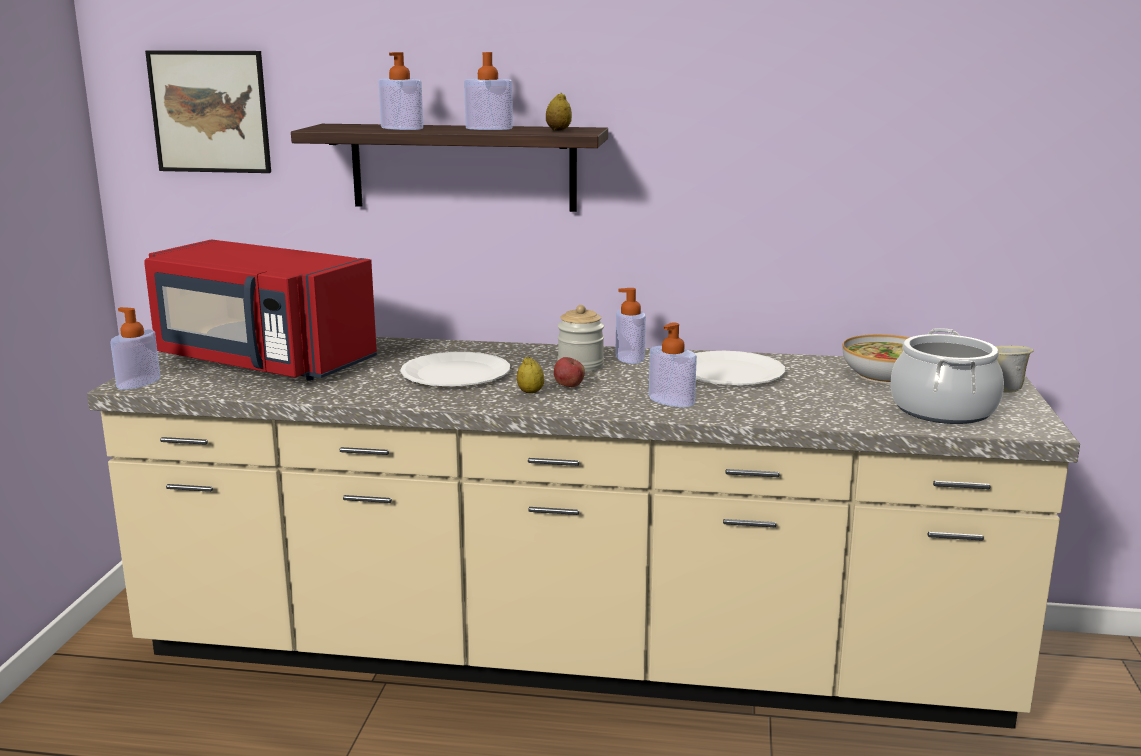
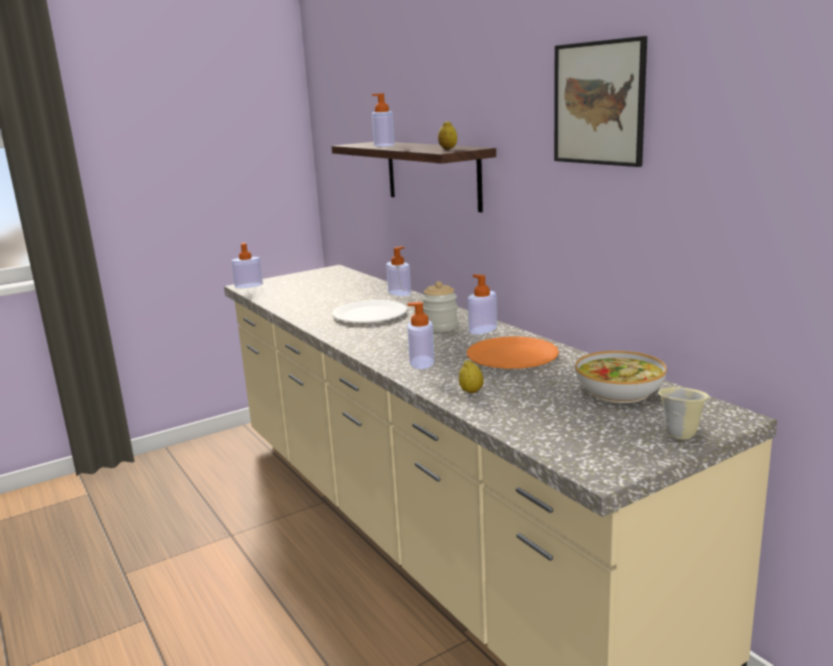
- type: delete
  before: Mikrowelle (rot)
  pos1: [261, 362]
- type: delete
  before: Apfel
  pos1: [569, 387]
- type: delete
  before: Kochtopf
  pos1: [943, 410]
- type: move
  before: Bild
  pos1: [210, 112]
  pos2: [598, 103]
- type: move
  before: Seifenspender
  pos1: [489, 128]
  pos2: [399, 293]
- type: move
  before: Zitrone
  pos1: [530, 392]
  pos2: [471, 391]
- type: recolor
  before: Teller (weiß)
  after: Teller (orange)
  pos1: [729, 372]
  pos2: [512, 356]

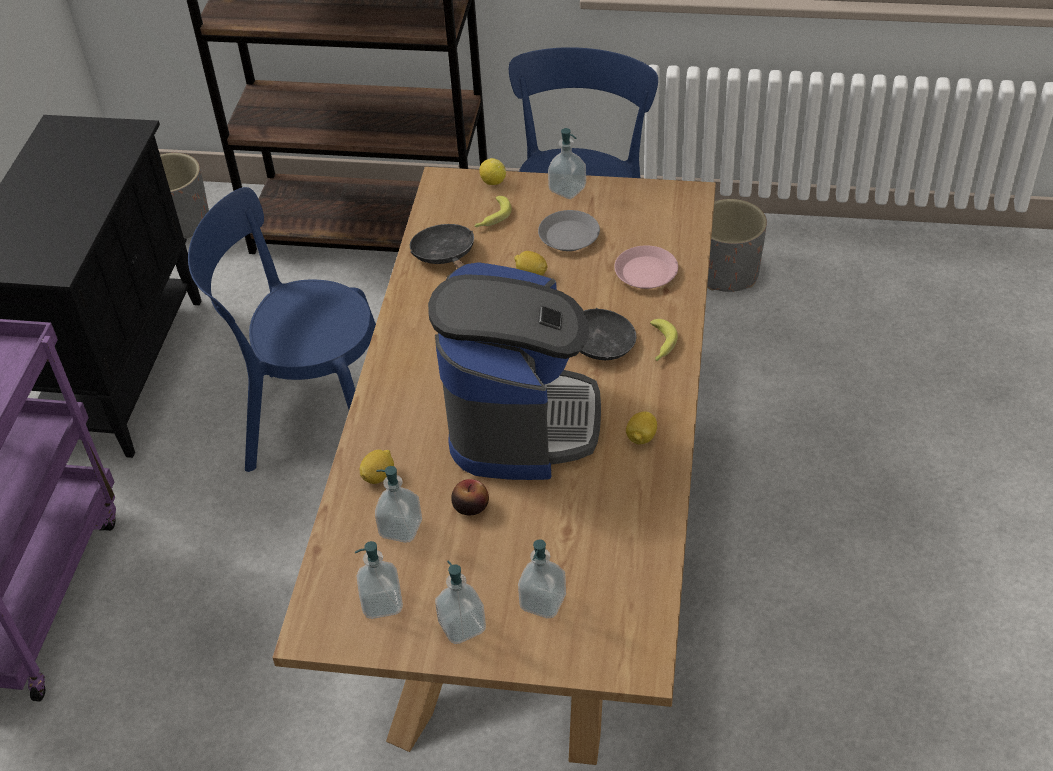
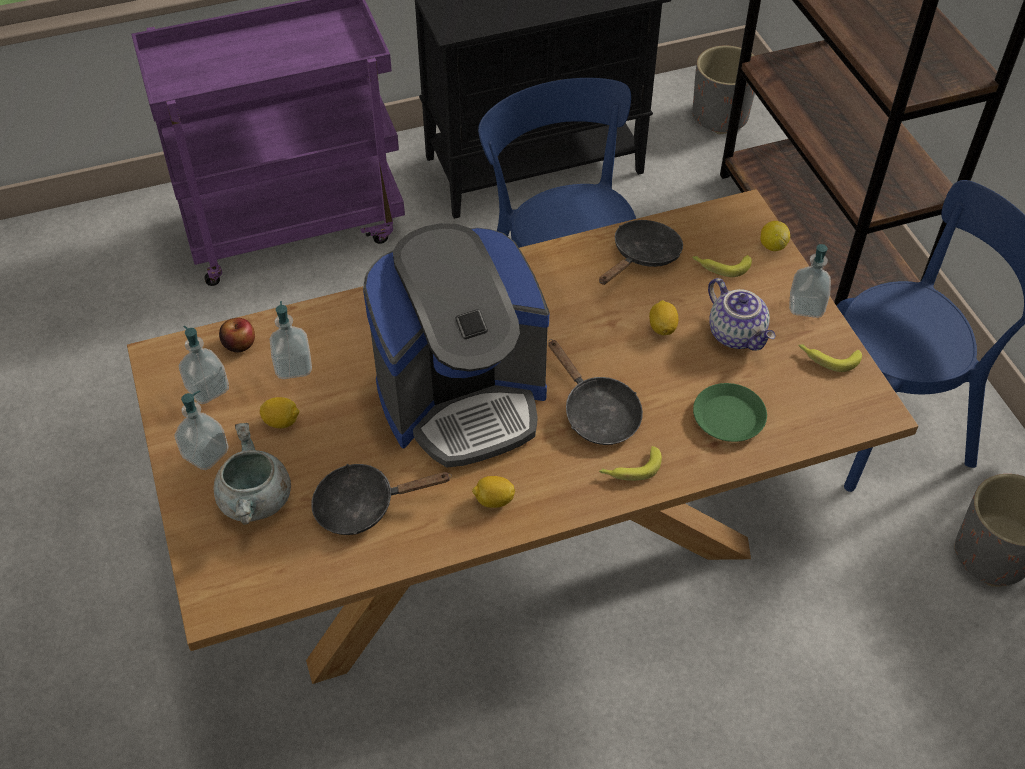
- type: insert
  after: Pfanne (schwarz)
  pos2: [363, 505]
- type: insert
  after: Banane
  pos2: [827, 358]
- type: move
  before: Zitrone
  pos1: [378, 476]
  pos2: [281, 421]
- type: move
  before: Apfel
  pos1: [471, 506]
  pos2: [239, 343]
- type: replace
  before: Seifenspender
  after: Kochtopf (grau)
  pos1: [543, 602]
  pos2: [256, 501]
- type: replace
  before: Teller (grau)
  after: Teekanne
  pos1: [568, 236]
  pos2: [737, 334]
- type: recolor
  before: Teller (rosa)
  after: Teller (grün)
  pos1: [646, 272]
  pos2: [729, 418]

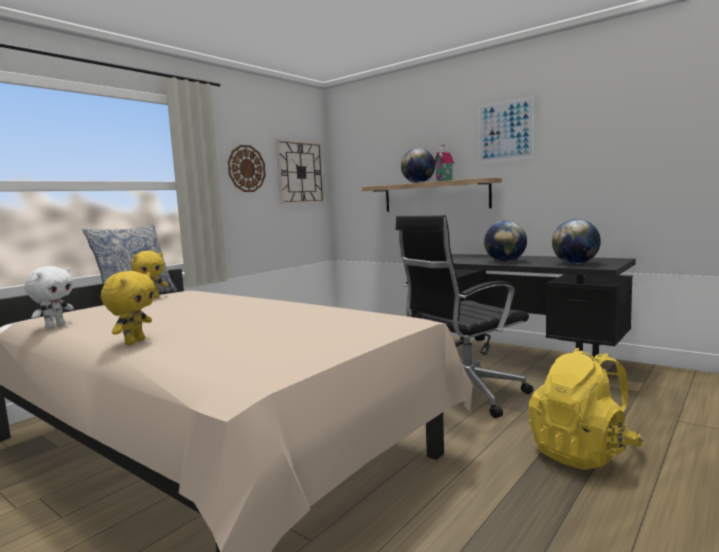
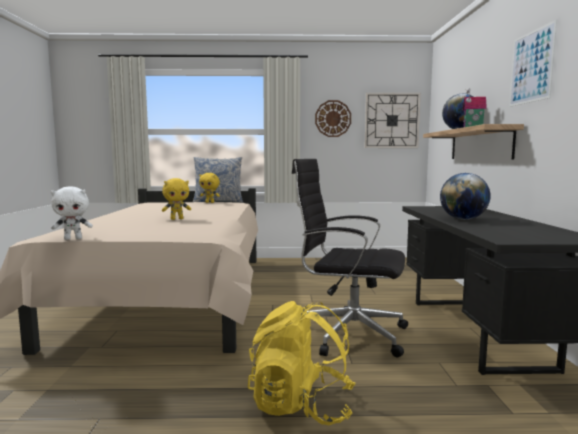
- type: delete
  before: Globus
  pos1: [575, 263]
- type: move
  before: Plüschtier (weiß)
  pos1: [55, 326]
  pos2: [73, 239]
- type: move
  before: Plüschtier (gelb)
  pos1: [134, 342]
  pos2: [177, 219]

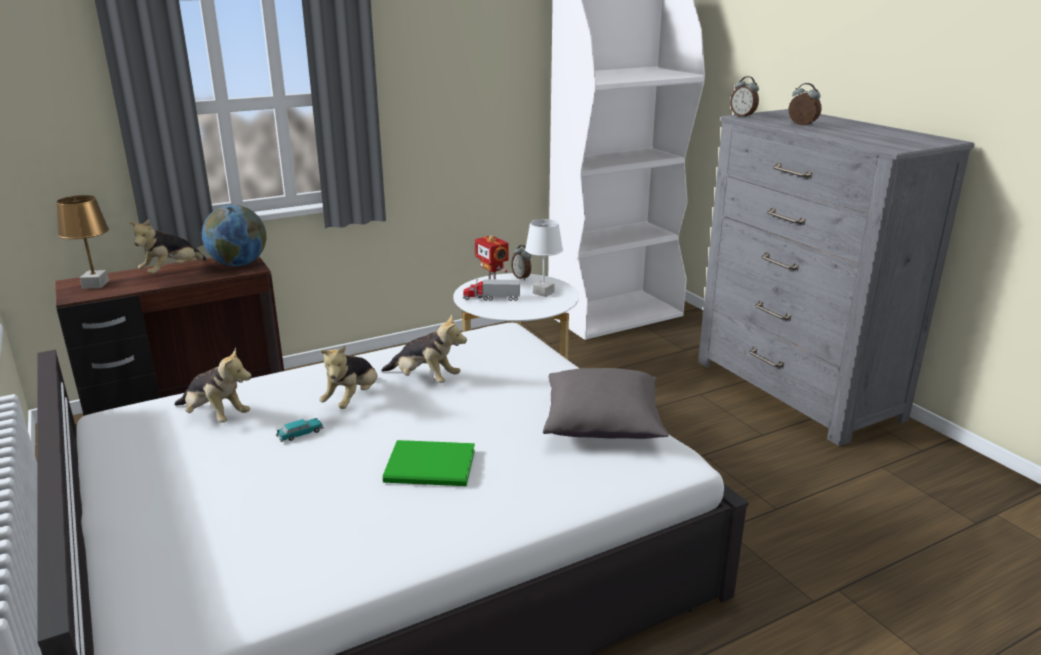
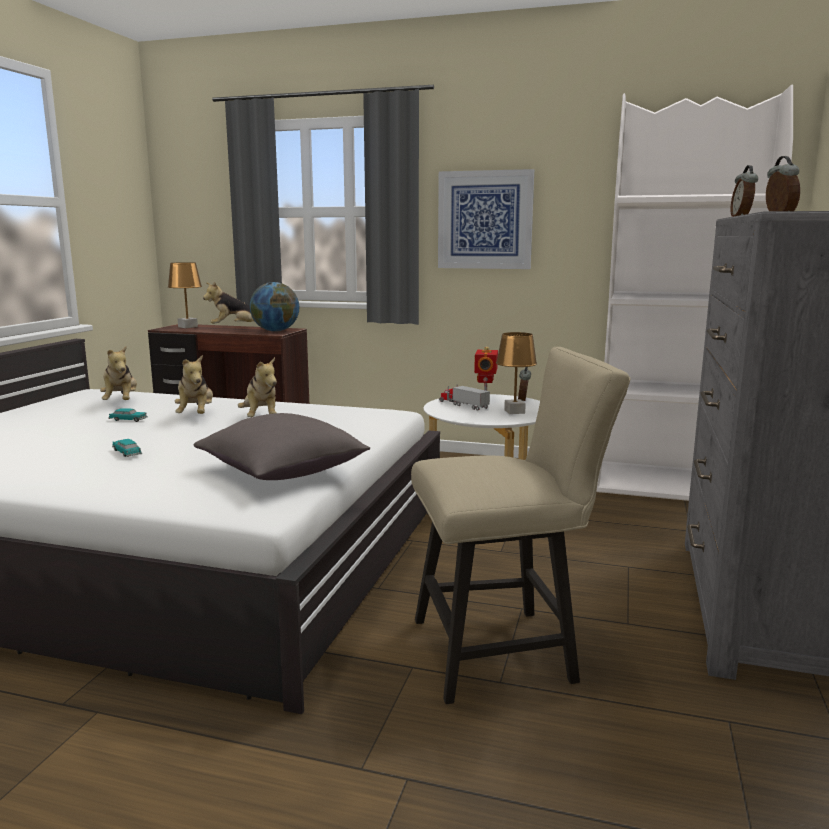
- type: insert
  after: Stuhl (beige)
  pos2: [505, 650]
- type: insert
  after: Bild
  pos2: [485, 220]
- type: replace
  before: Buch (grün)
  after: Spielzeugauto
  pos1: [432, 467]
  pos2: [127, 452]
- type: recolor
  before: Tischlampe (weiß)
  after: Tischlampe (braun)
  pos1: [543, 293]
  pos2: [514, 411]
- type: rotate
  before: Plüschtier
  pos1: [352, 399]
  pos2: [196, 415]
  turn: -75

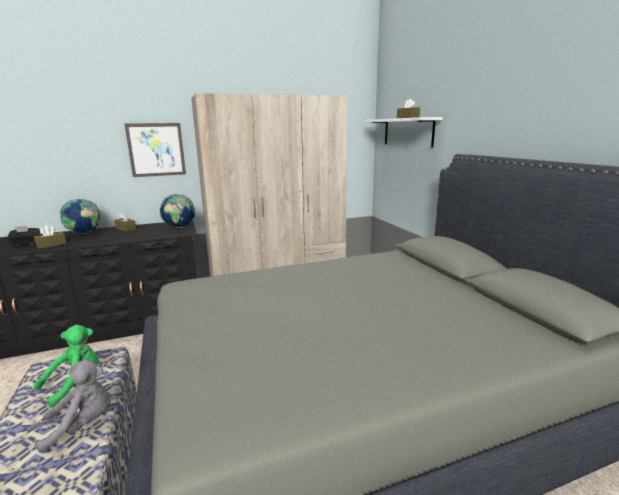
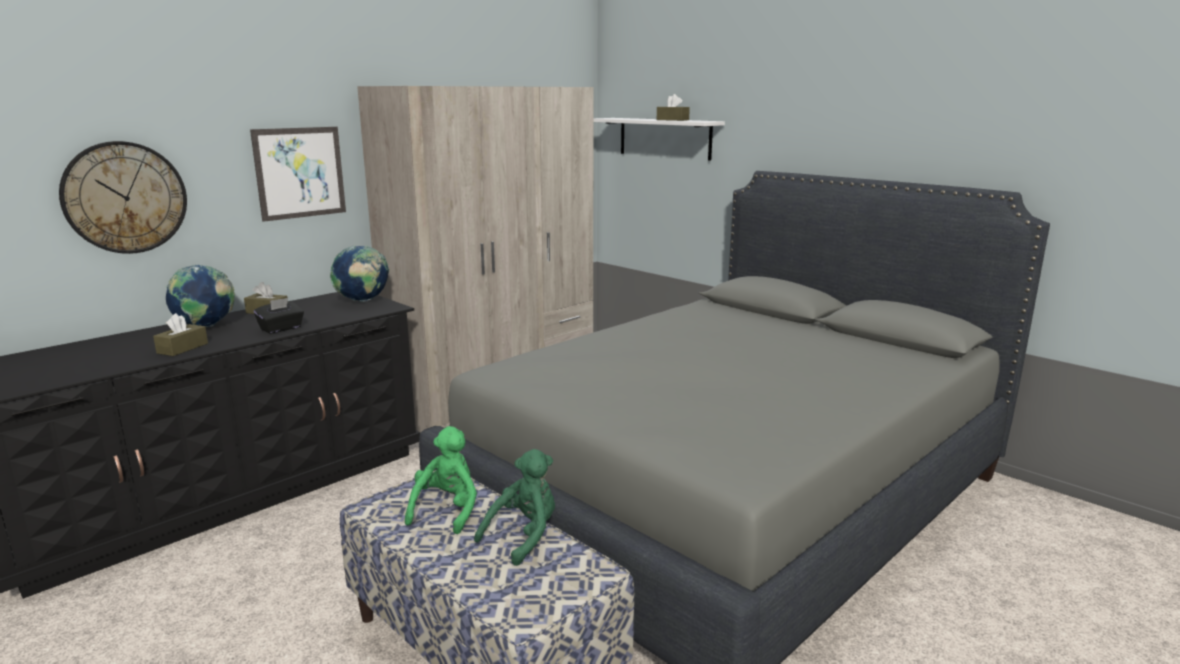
- type: insert
  after: Wanduhr
  pos2: [125, 197]
- type: move
  before: Taschentuchbox (schwarz)
  pos1: [26, 244]
  pos2: [281, 328]
- type: recolor
  before: Plüschtier (grau)
  after: Plüschtier (grün)
  pos1: [83, 425]
  pos2: [524, 536]

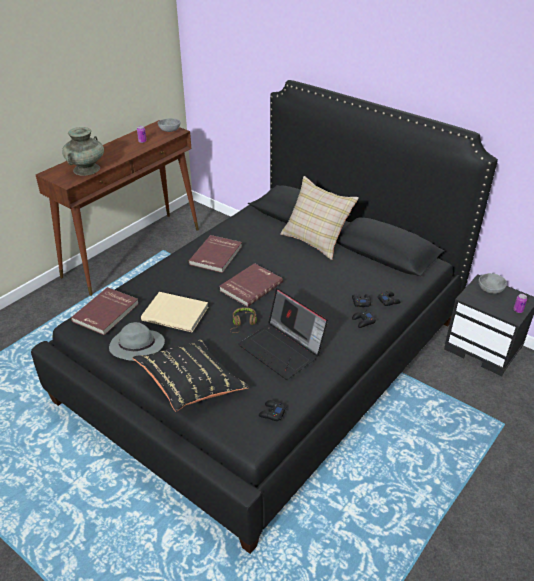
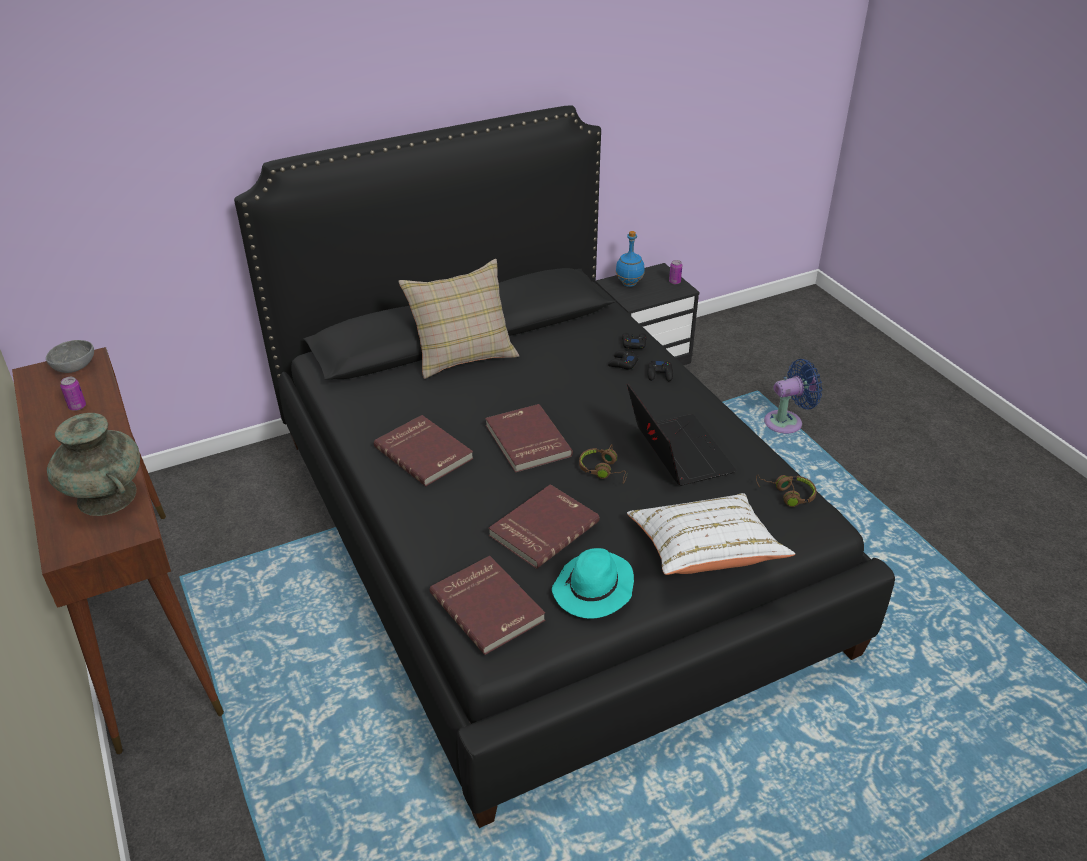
- type: insert
  after: Ventilator (blau)
  pos2: [787, 422]
- type: replace
  before: Gamepad (schwarz)
  after: Kopfhörer (braun)
  pos1: [272, 413]
  pos2: [786, 494]
- type: replace
  before: Schüssel (grau)
  after: Flasche (blau)
  pos1: [490, 290]
  pos2: [629, 284]
- type: recolor
  before: Hut (grau)
  after: Hut (türkis)
  pos1: [136, 347]
  pos2: [593, 590]
- type: recolor
  before: Kissen (schwarz)
  after: Kissen (weiß)
  pos1: [191, 385]
  pos2: [704, 552]
- type: recolor
  before: Buch (beige)
  after: Buch (rot)
  pos1: [175, 313]
  pos2: [542, 528]
- type: rotate
  before: Laptop
  pos1: [283, 349]
  pos2: [676, 452]
  turn: -90

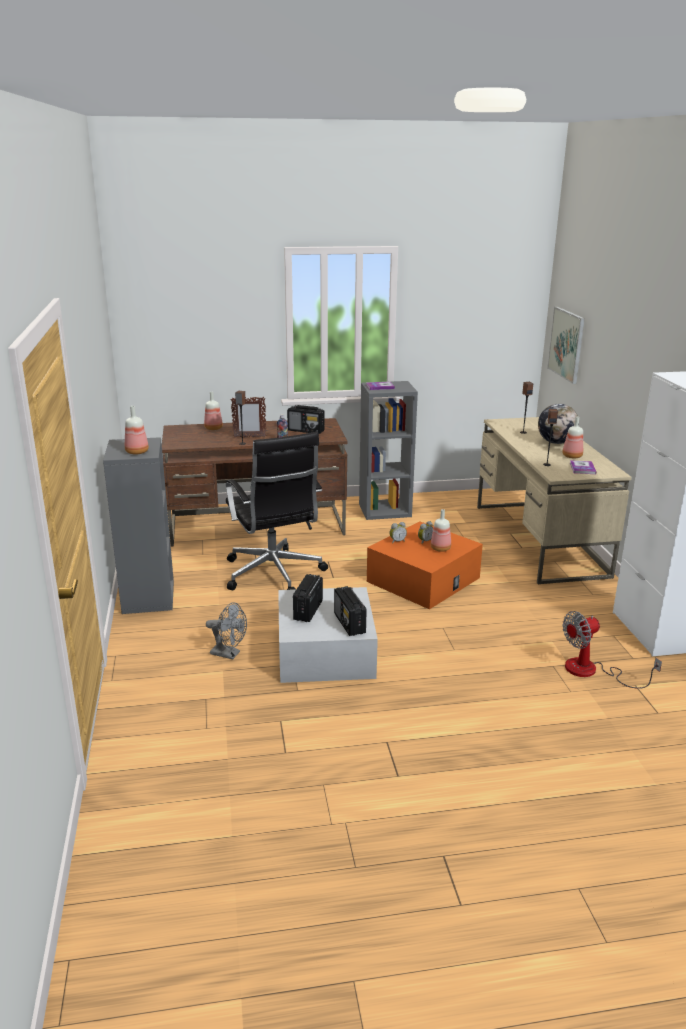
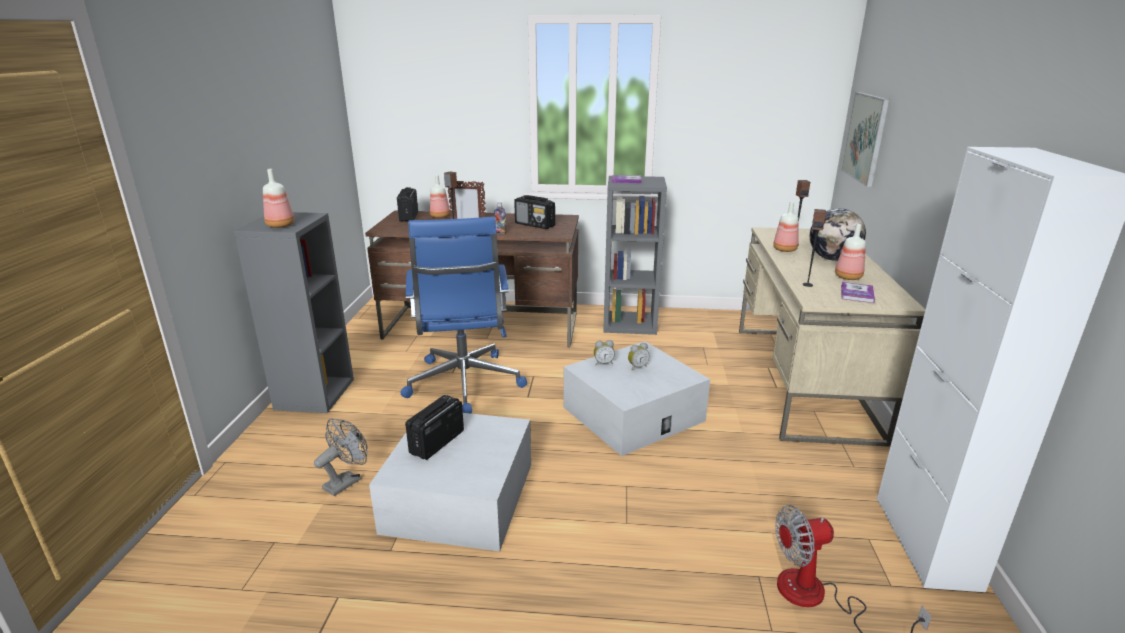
- type: move
  before: Radio
  pos1: [349, 624]
  pos2: [408, 217]
- type: move
  before: Flasche
  pos1: [440, 548]
  pos2: [785, 249]
- type: recolor
  before: Bürostuhl (schwarz)
  after: Bürostuhl (blau)
  pos1: [274, 574]
  pos2: [464, 384]
- type: recolor
  before: Aufbewahrungsbox (orange)
  after: Aufbewahrungsbox (weiß)
  pos1: [423, 579]
  pos2: [633, 414]
- type: rotate
  before: Ventilator (grau)
  pos1: [229, 654]
  pos2: [346, 481]
  turn: -90

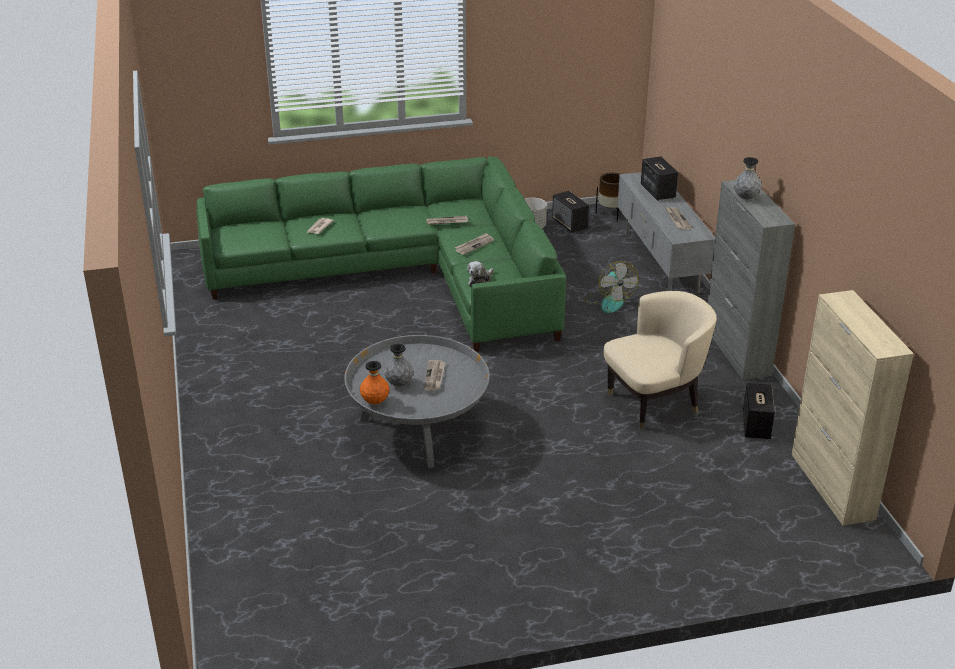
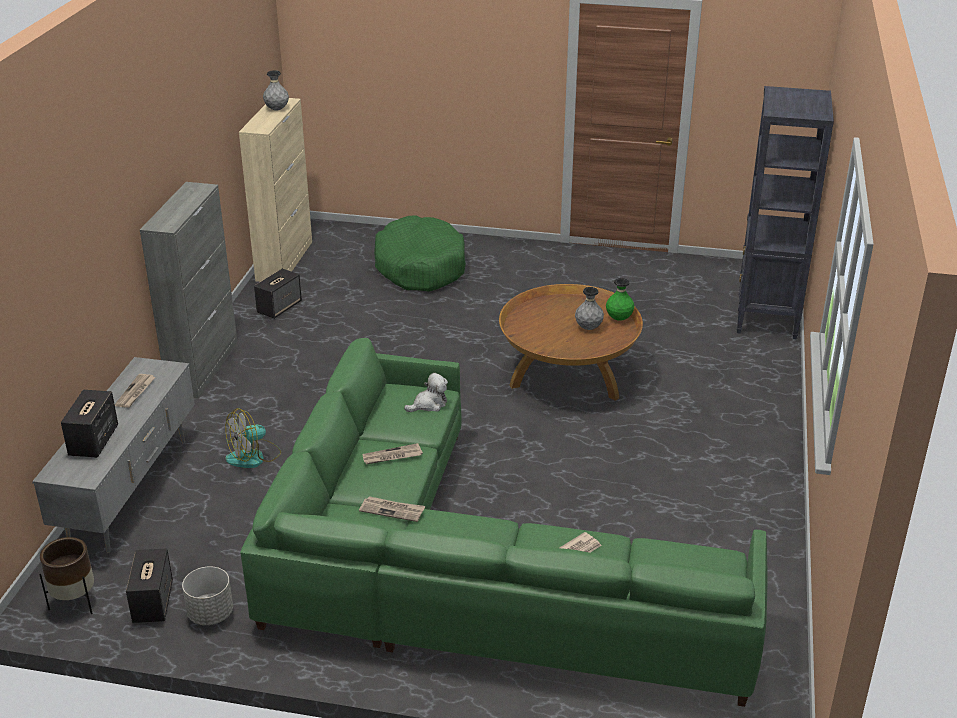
- type: delete
  before: Zeitung
  pos1: [435, 377]
- type: delete
  before: Sessel (beige)
  pos1: [655, 402]
- type: insert
  after: Hundebett (grün)
  pos2: [420, 267]
- type: insert
  after: Bücherregal (schwarz)
  pos2: [766, 318]
- type: move
  before: Vase (grau)
  pos1: [746, 198]
  pos2: [277, 109]
- type: recolor
  before: Couchtisch (grau)
  after: Couchtisch (braun)
  pos1: [419, 429]
  pos2: [567, 376]
- type: recolor
  before: Vase (orange)
  after: Vase (grün)
  pos1: [375, 402]
  pos2: [619, 318]
- type: rotate
  before: Ventilator
  pos1: [609, 301]
  pos2: [254, 457]
  turn: -135

